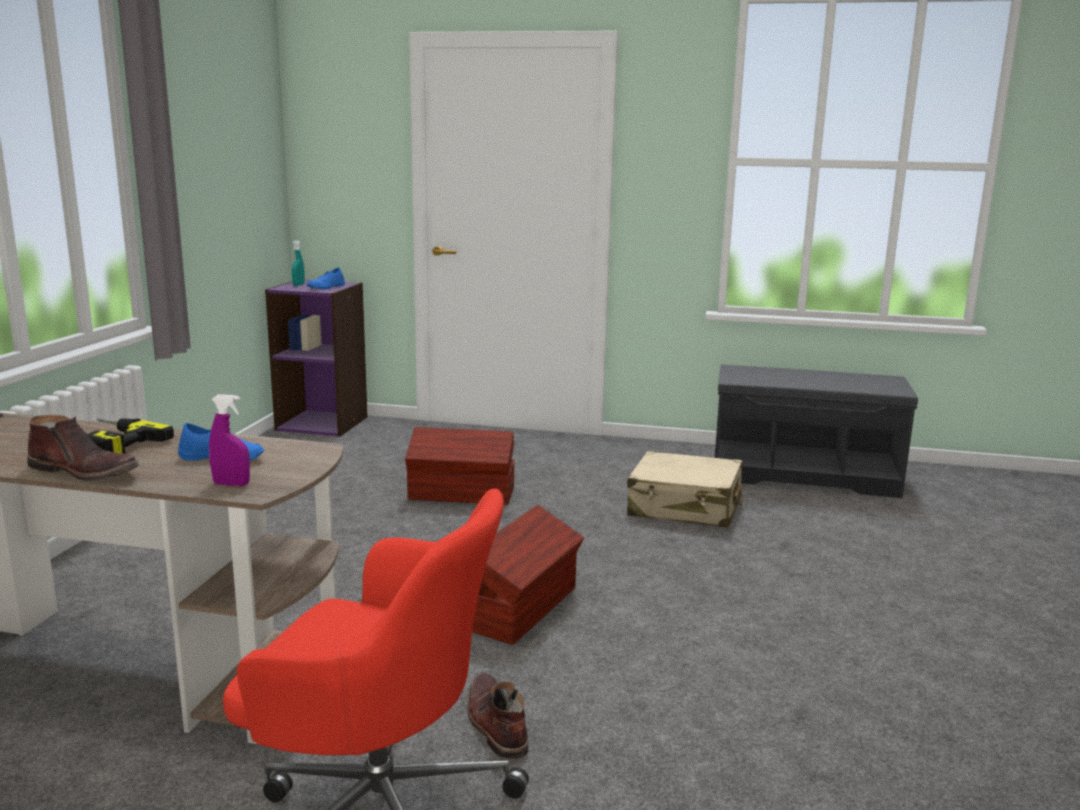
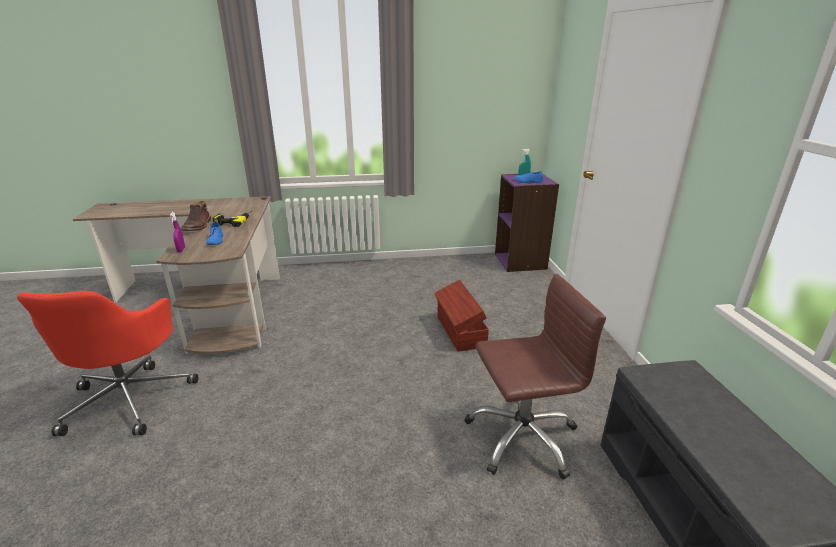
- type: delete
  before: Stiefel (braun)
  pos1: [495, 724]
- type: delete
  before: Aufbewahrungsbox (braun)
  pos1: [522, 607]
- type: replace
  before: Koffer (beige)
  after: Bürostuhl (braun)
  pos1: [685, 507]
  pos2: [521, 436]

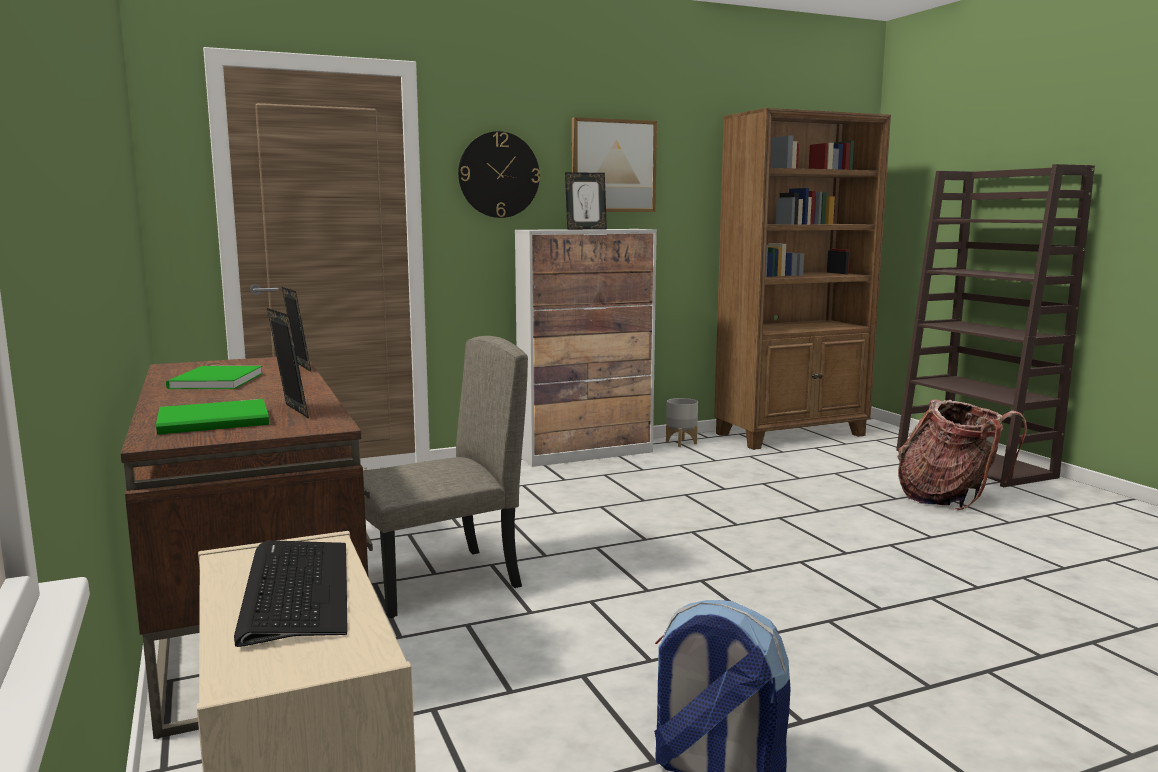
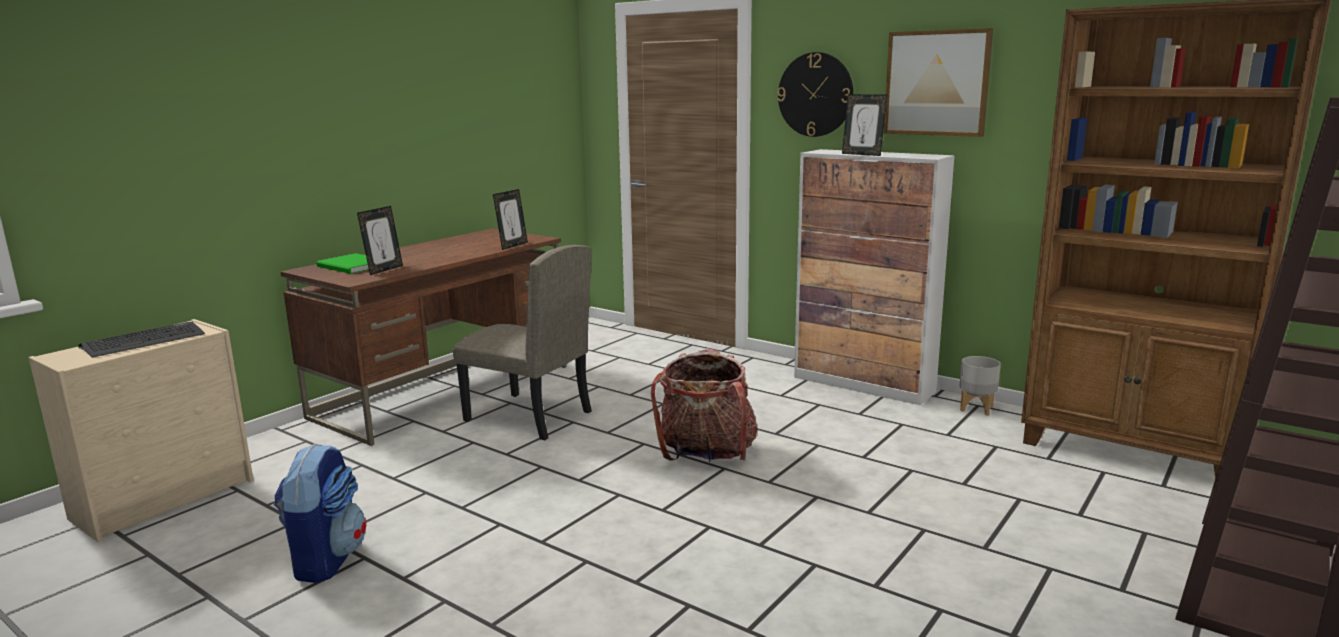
- type: delete
  before: Buch (grün)
  pos1: [213, 381]
- type: move
  before: Rucksack
  pos1: [949, 498]
  pos2: [707, 454]

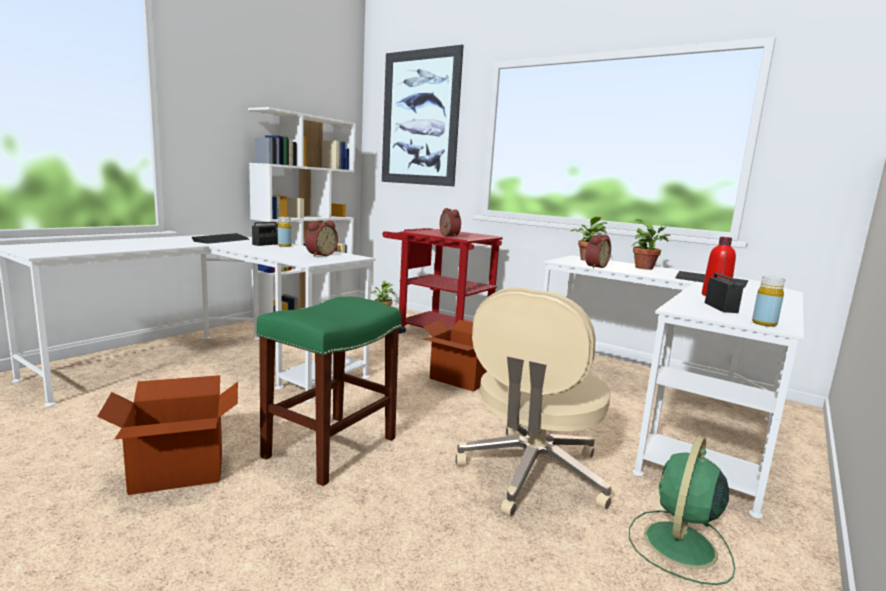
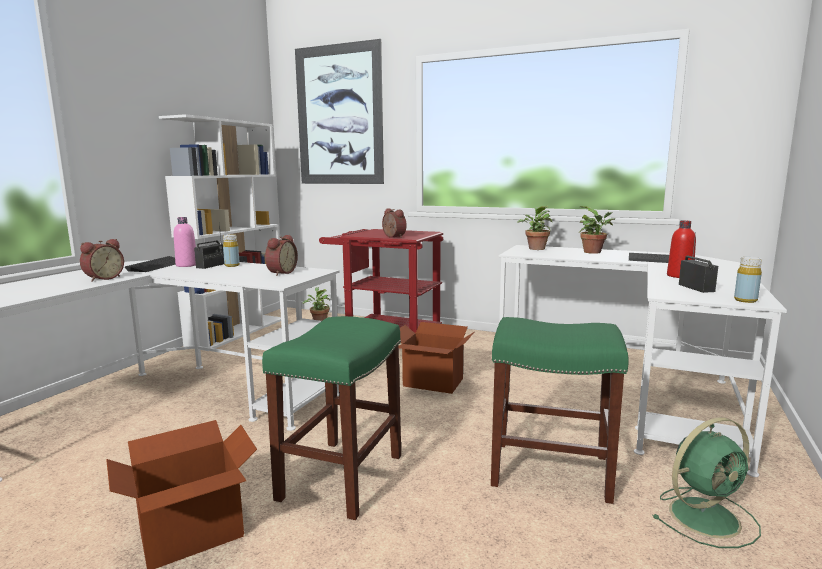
- type: insert
  after: Flasche (rosa)
  pos2: [187, 265]
- type: move
  before: Wecker
  pos1: [594, 266]
  pos2: [103, 278]
- type: replace
  before: Bürostuhl (beige)
  after: Hocker (grün)
  pos1: [532, 474]
  pos2: [548, 470]
- type: rotate
  before: Ventilator (grün)
  pos1: [679, 546]
  pos2: [706, 516]
  turn: -135

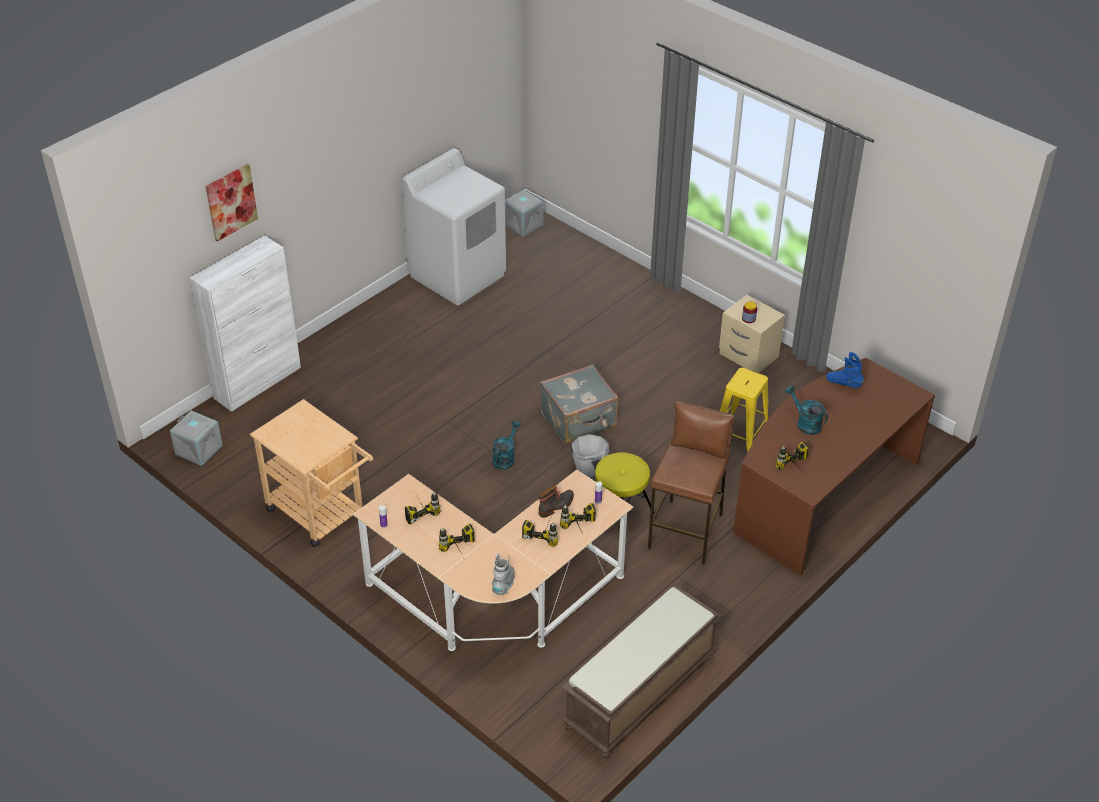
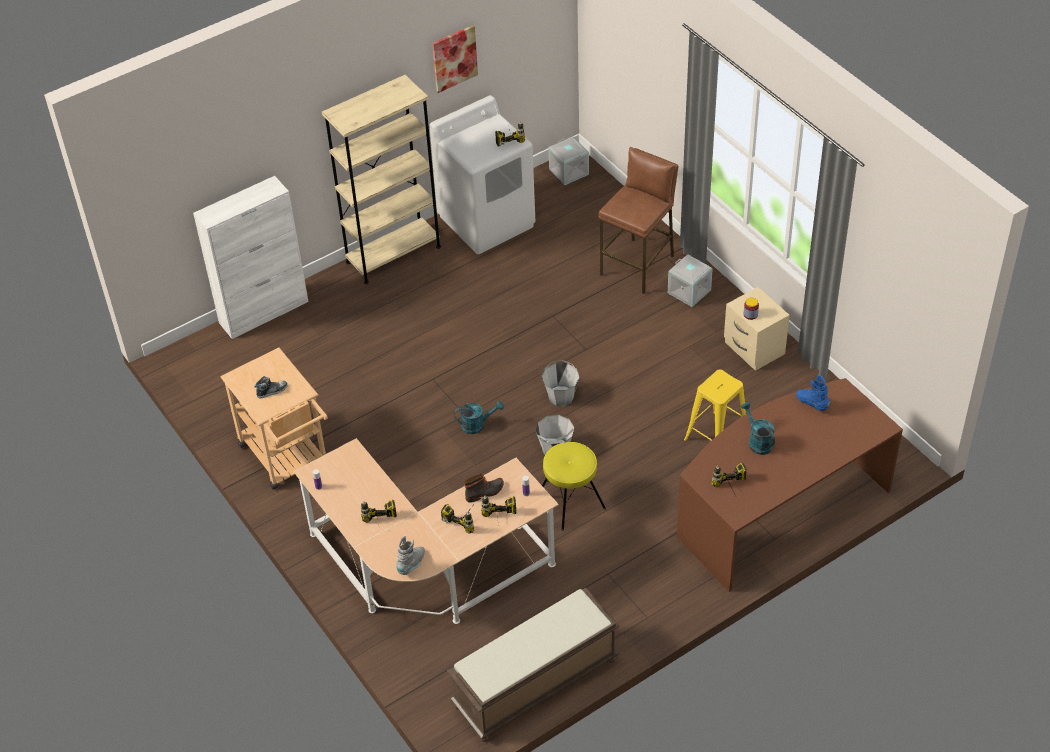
- type: insert
  after: Schuh
  pos2: [272, 391]
- type: insert
  after: Bücherregal (beige)
  pos2: [393, 254]
- type: move
  before: Aufbewahrungsbox (grau)
  pos1: [198, 450]
  pos2: [688, 291]
- type: move
  before: Bild
  pos1: [231, 202]
  pos2: [454, 58]
- type: move
  before: Bohrmaschine
  pos1: [419, 509]
  pos2: [508, 137]
- type: move
  before: Hocker (braun)
  pos1: [686, 531]
  pos2: [638, 265]
- type: replace
  before: Koffer (grau)
  after: Eimer (grau)
  pos1: [579, 421]
  pos2: [561, 396]
- type: rotate
  before: Gießkanne (türkis)
  pos1: [505, 458]
  pos2: [477, 425]
  turn: 45

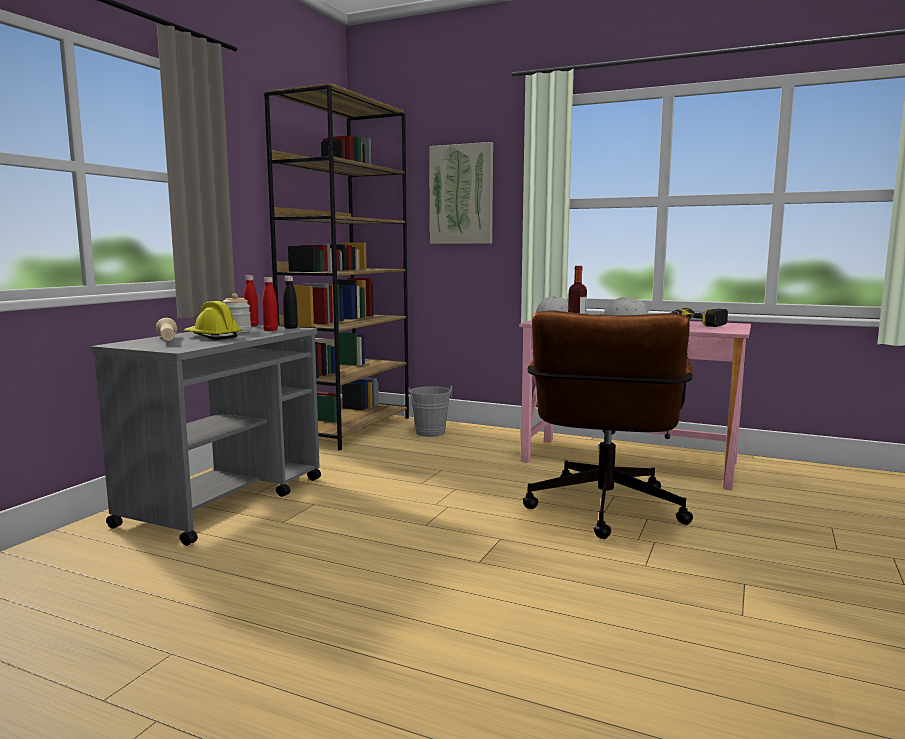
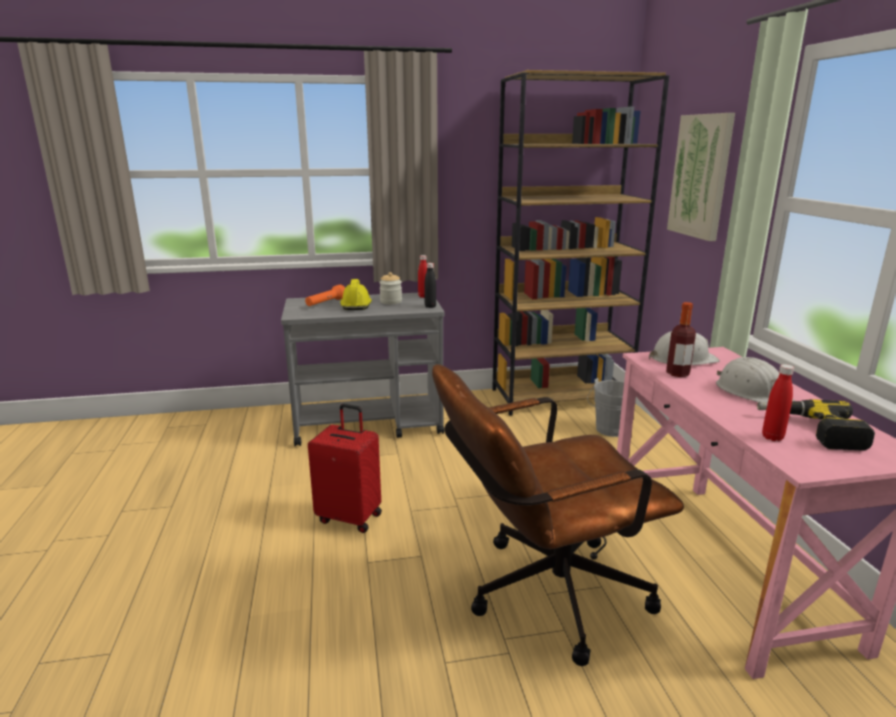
- type: insert
  after: Koffer (rot)
  pos2: [350, 517]
- type: move
  before: Flasche (rot)
  pos1: [270, 330]
  pos2: [772, 437]
- type: recolor
  before: Taschenlampe (beige)
  after: Taschenlampe (orange)
  pos1: [167, 340]
  pos2: [325, 303]

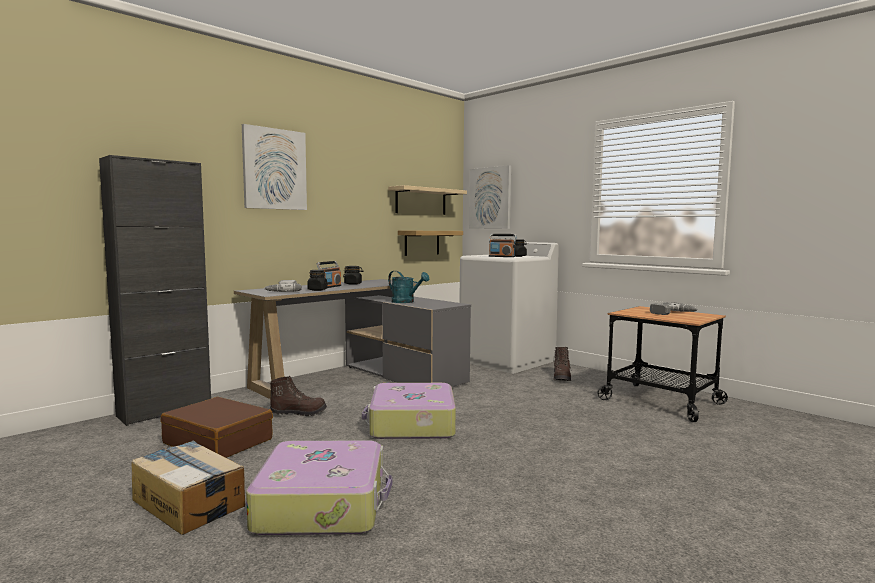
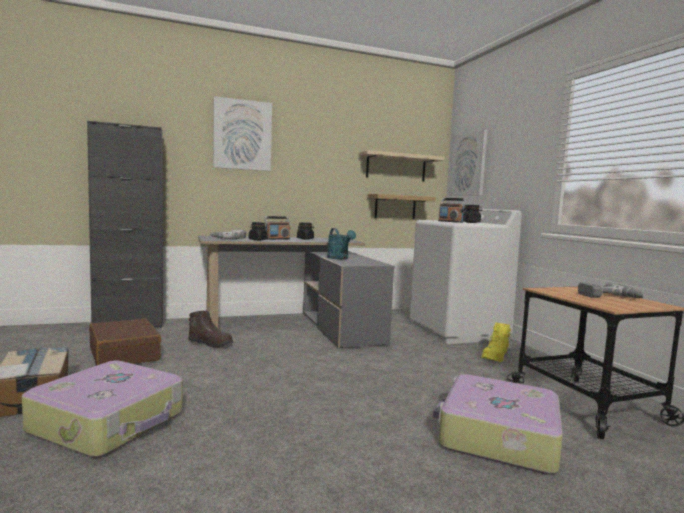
- type: move
  before: Koffer
  pos1: [411, 424]
  pos2: [497, 437]
- type: recolor
  before: Stiefel (braun)
  after: Stiefel (gelb)
  pos1: [561, 377]
  pos2: [495, 357]

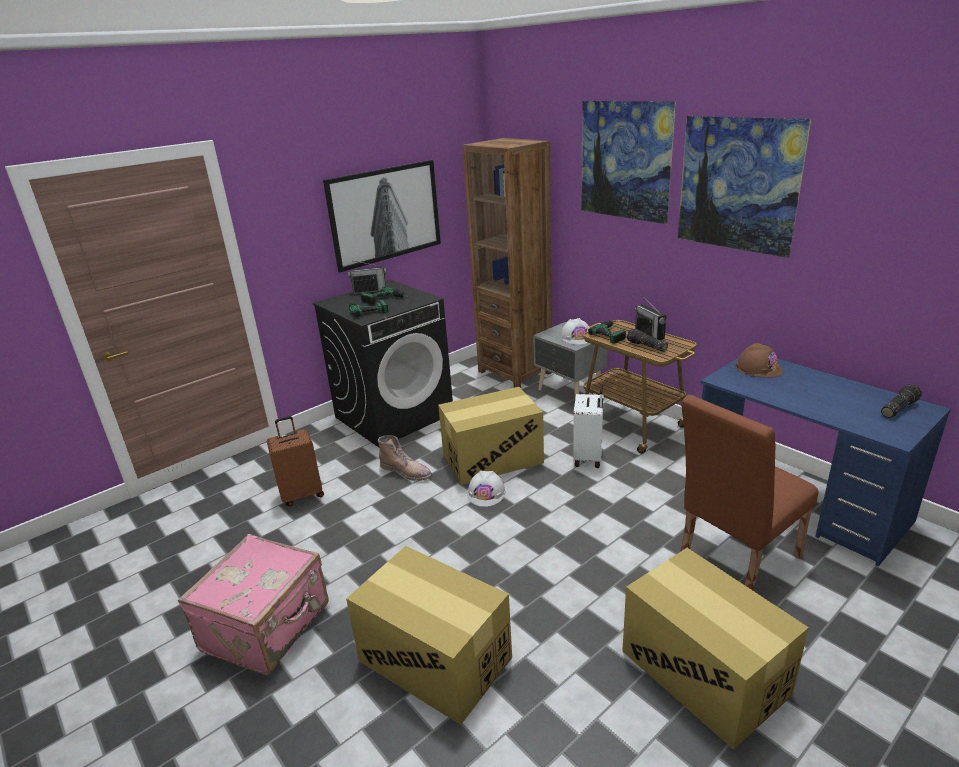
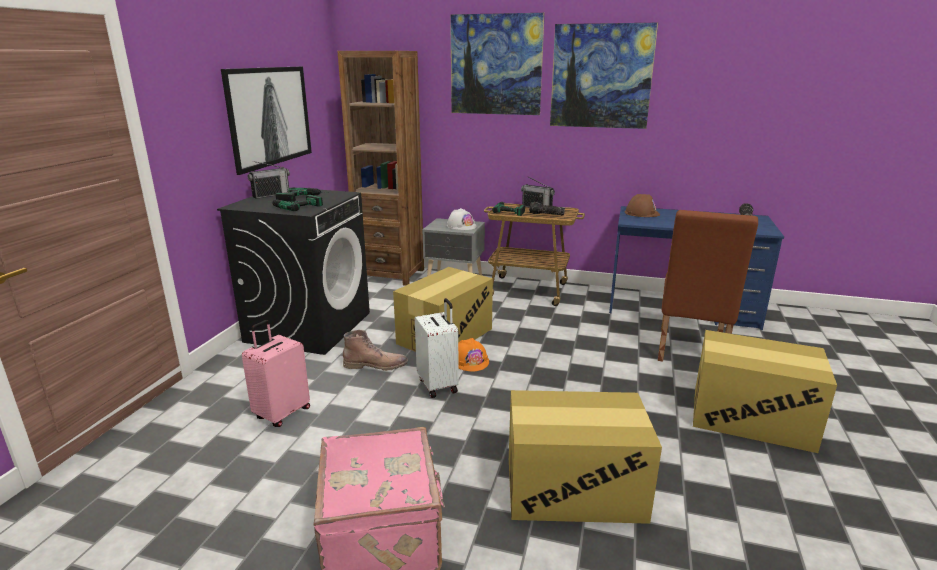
- type: move
  before: Koffer (weiß)
  pos1: [589, 457]
  pos2: [438, 385]
- type: recolor
  before: Koffer (braun)
  after: Koffer (rosa)
  pos1: [302, 494]
  pos2: [282, 413]
- type: recolor
  before: Schutzhelm (weiß)
  after: Schutzhelm (orange)
  pos1: [486, 493]
  pos2: [470, 361]

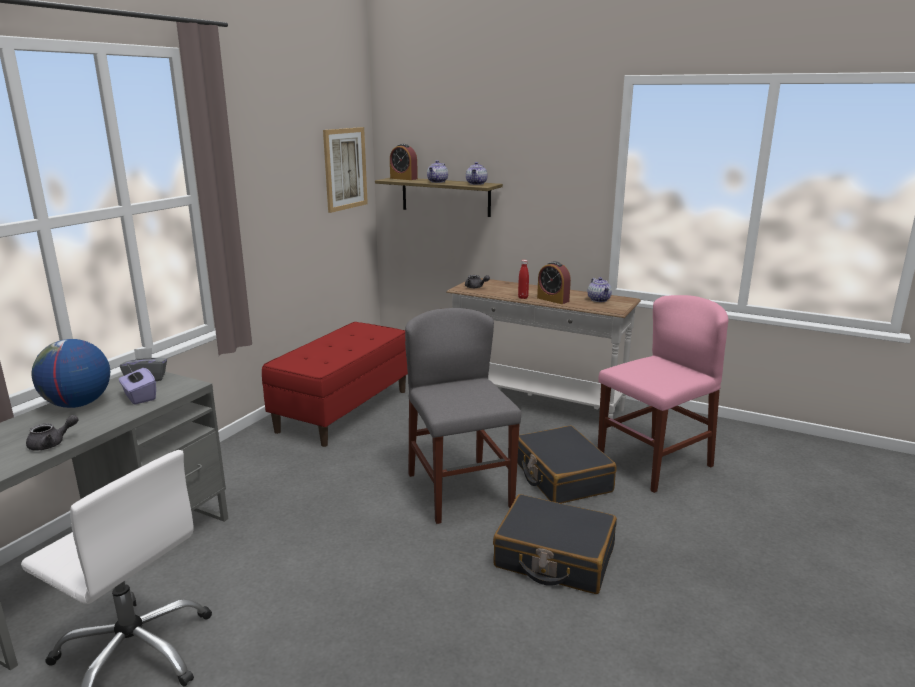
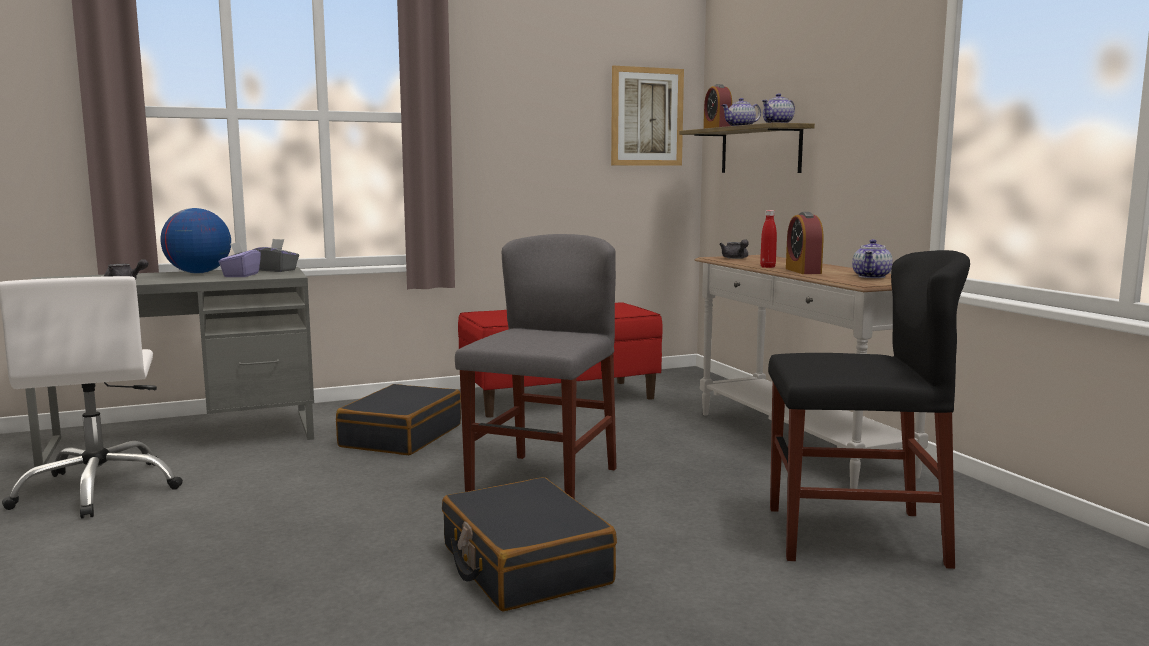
- type: move
  before: Koffer (schwarz)
  pos1: [561, 477]
  pos2: [401, 436]
- type: recolor
  before: Stuhl (rosa)
  after: Stuhl (schwarz)
  pos1: [654, 463]
  pos2: [853, 536]

